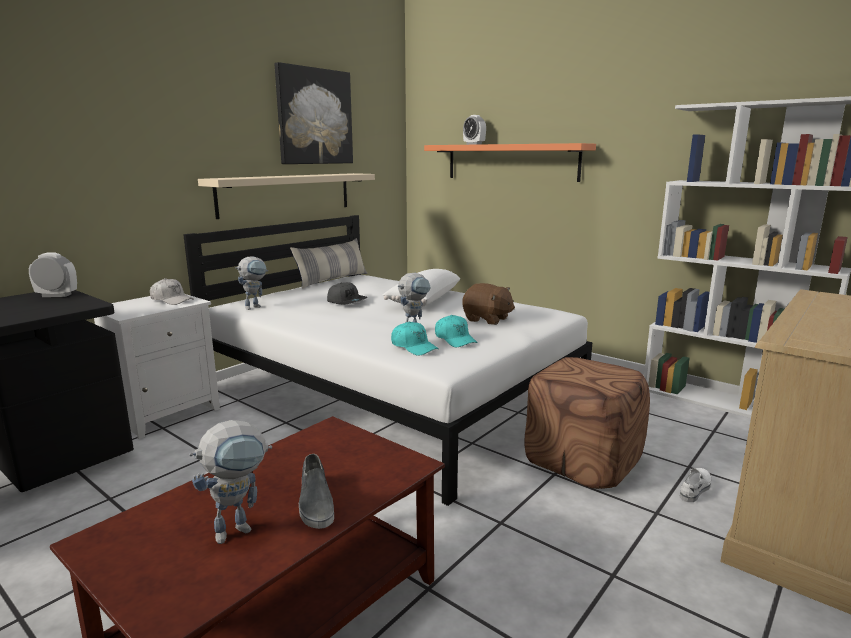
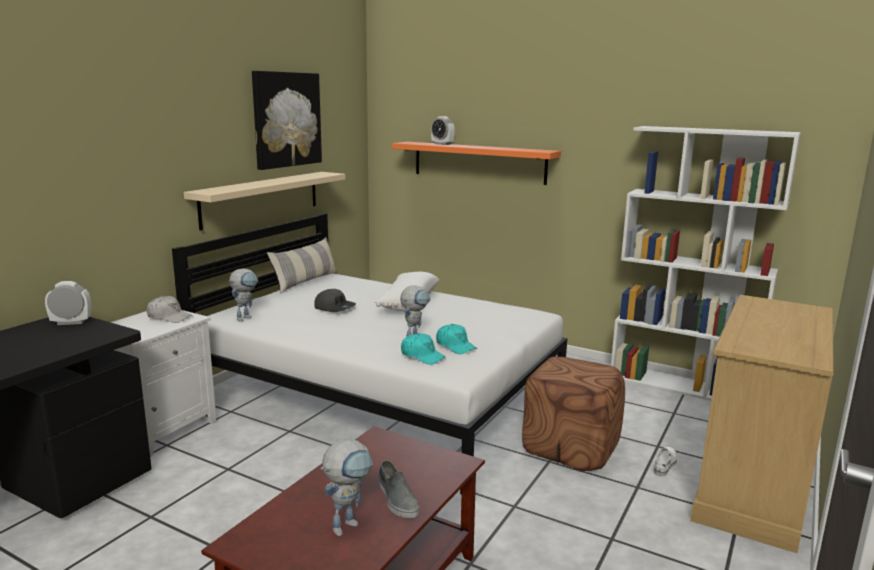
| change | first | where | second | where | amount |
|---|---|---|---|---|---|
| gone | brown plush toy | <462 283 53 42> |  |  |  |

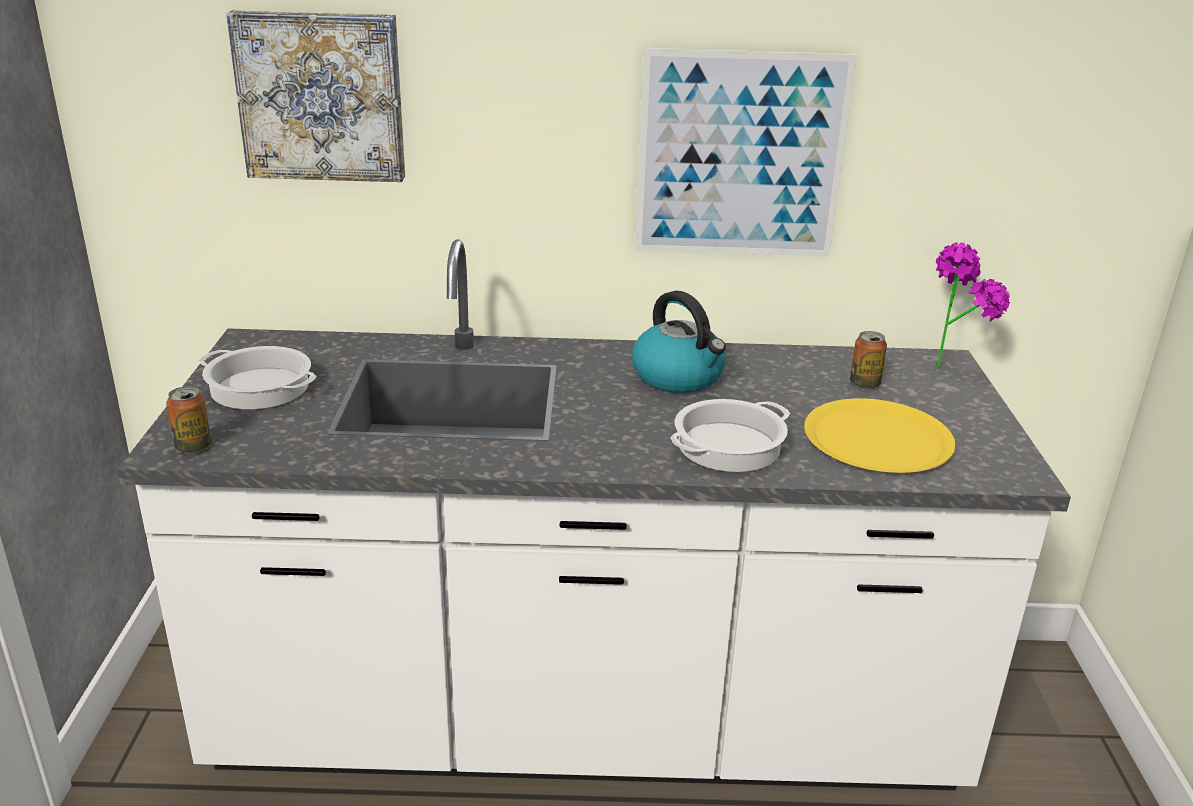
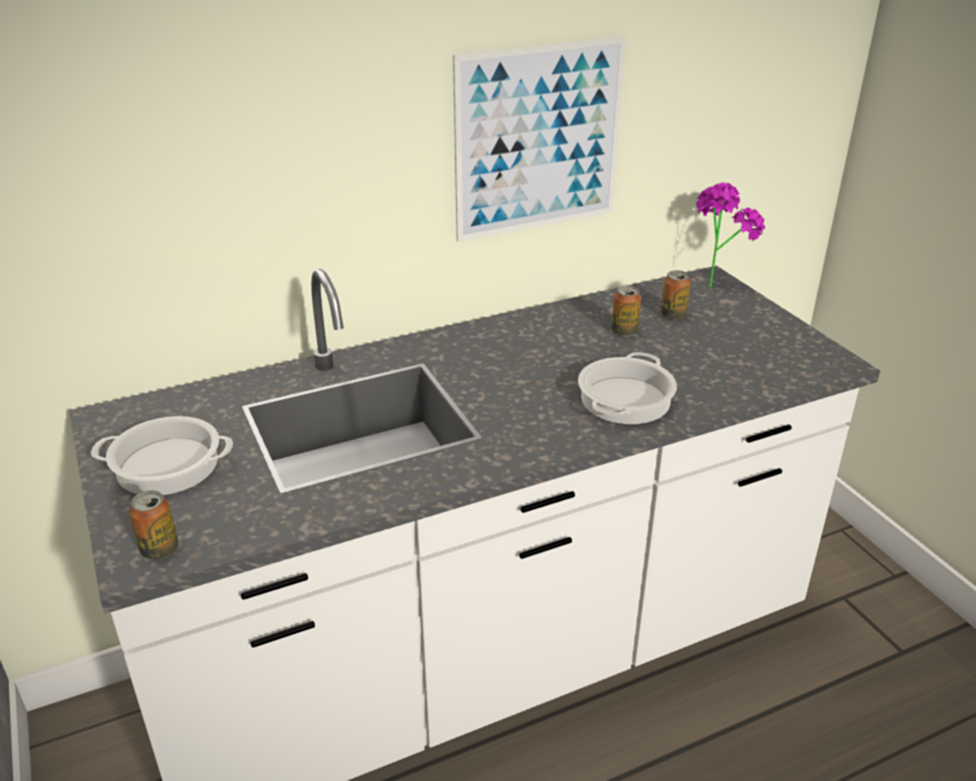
| change | first | where | second | where | amount |
|---|---|---|---|---|---|
| gone | picture | <226 10 179 172> |  |  |  |
| gone | kettle | <632 291 94 102> |  |  |  |
| gone | yellow plate | <804 398 152 75> |  |  |  |
| new |  |  | can | <612 285 29 51> |  |

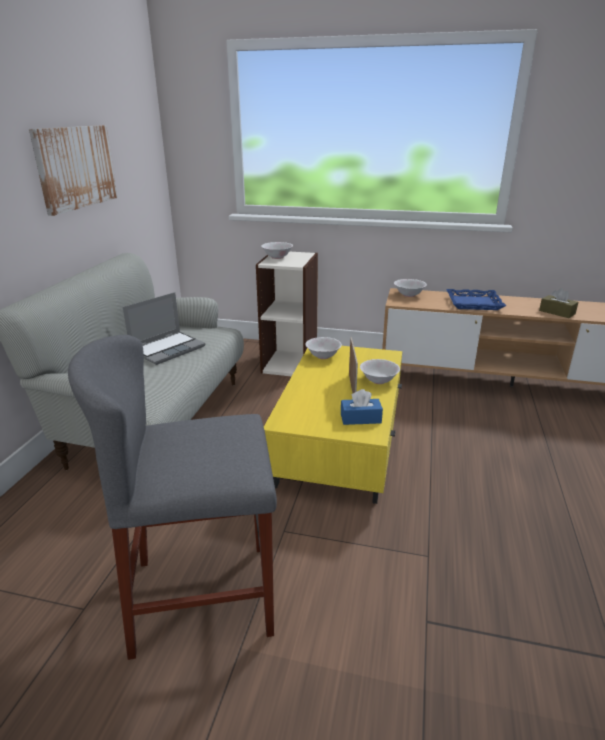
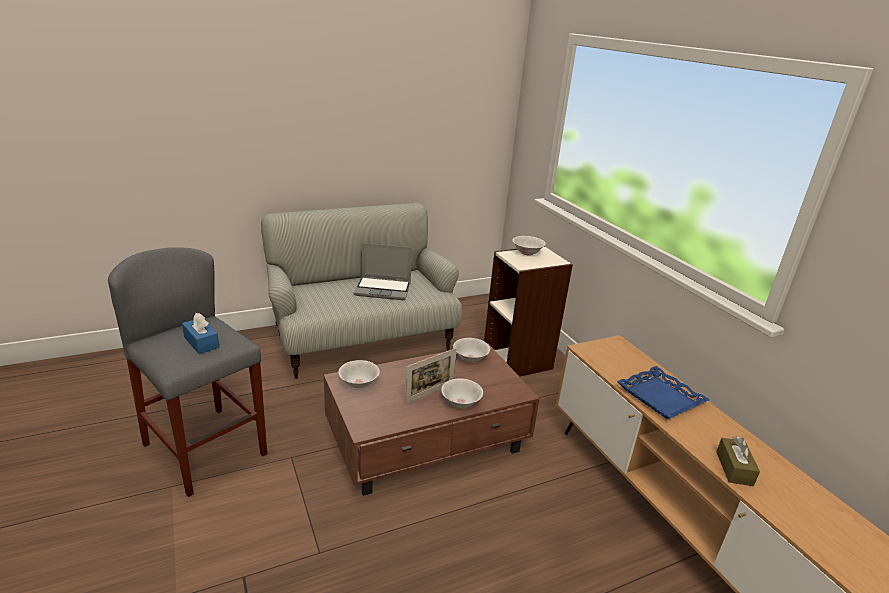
| change | first | where | second | where | amount |
|---|---|---|---|---|---|
| gone | picture | <29 125 89 91> |  |  |  |
| shifted | blue tissue box | <341 389 42 36> |  | <182 313 37 41> |  |
| shifted | white bowl | <394 279 33 18> |  | <338 360 42 28> |  |
| repainted | yellow coffee table | <264 346 138 158> | brown coffee table | <324 344 216 152> |  |

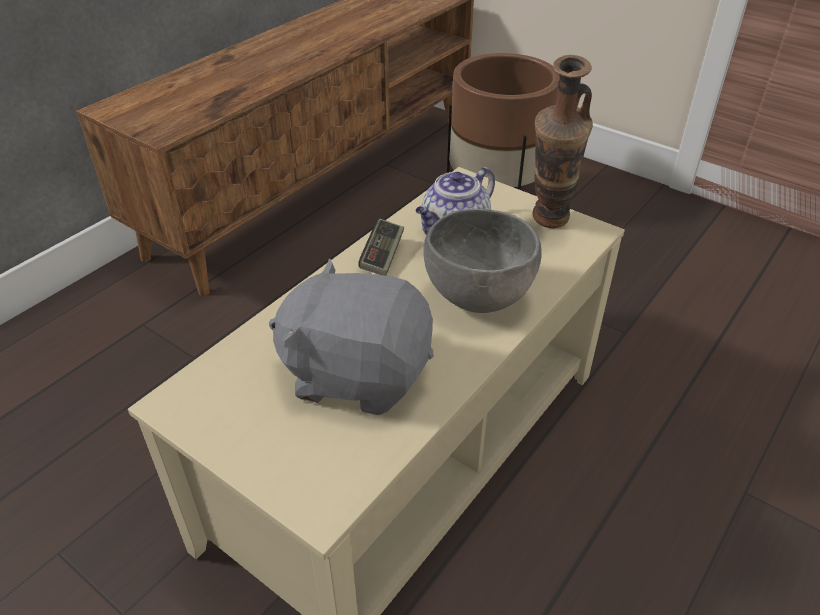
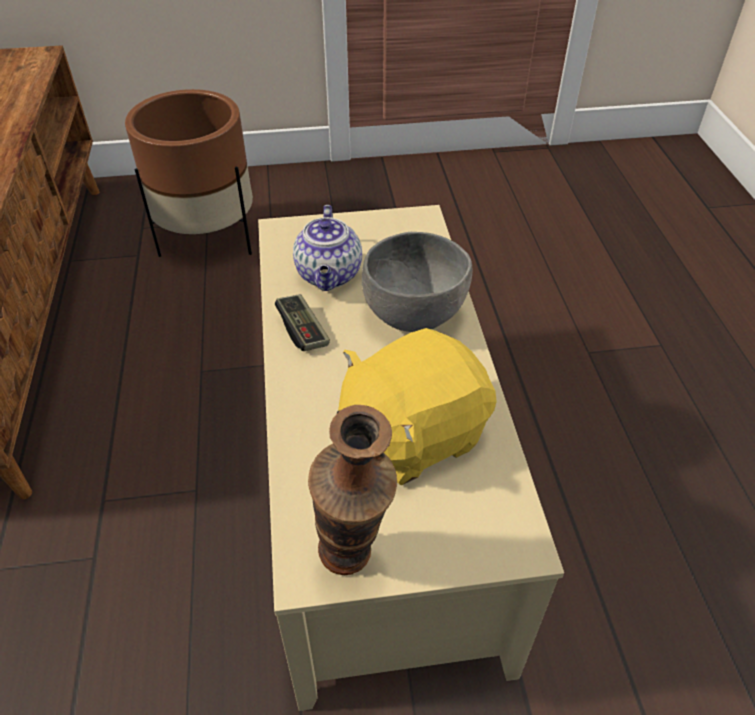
| change | first | where | second | where | amount |
|---|---|---|---|---|---|
| shifted | vase | <533 55 60 173> |  | <308 405 89 170> |  |
| repainted | grey plush toy | <269 259 164 156> | yellow plush toy | <337 328 160 157> |  |

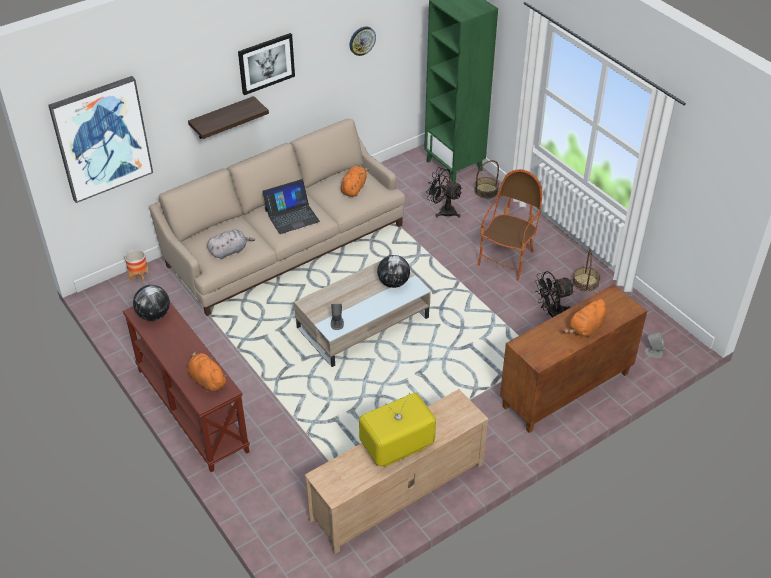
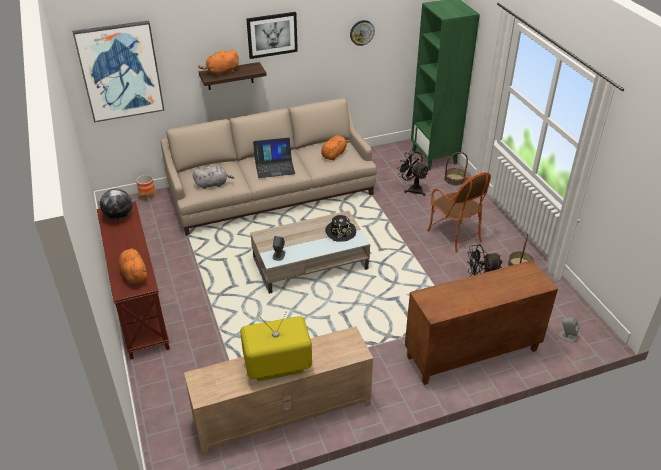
| change | first | where | second | where | amount |
|---|---|---|---|---|---|
| shifted | orange plush toy | <562 299 45 39> |  | <198 50 41 26> |  |
| swapped | globe | <377 255 33 33> | black hat | <325 215 31 27> |  |
| rotated | armchair | <478 169 64 112> |  | <427 172 64 81> | 105 degrees clockwise |

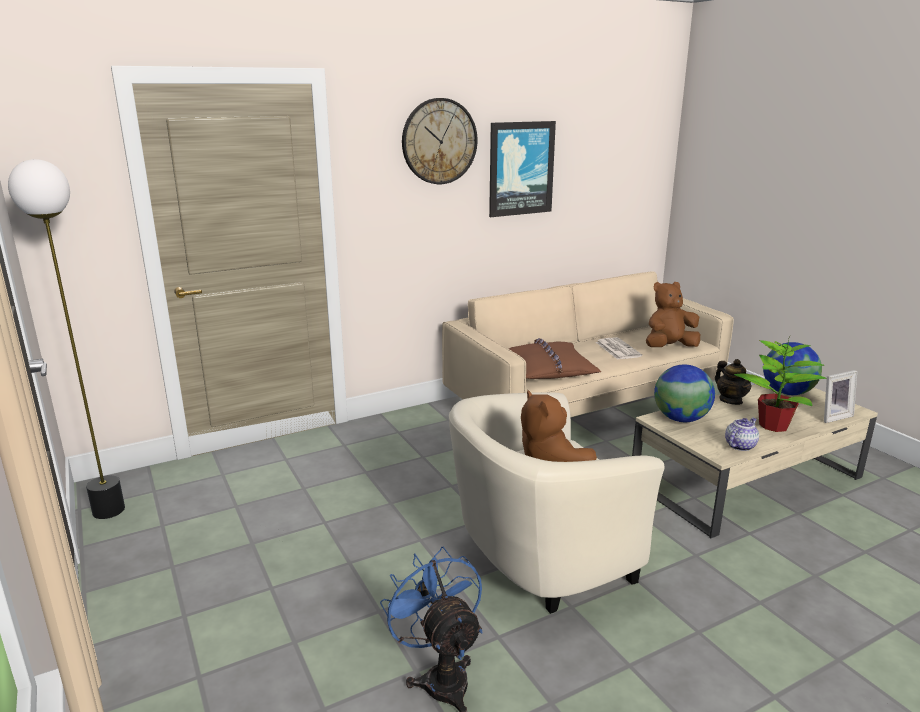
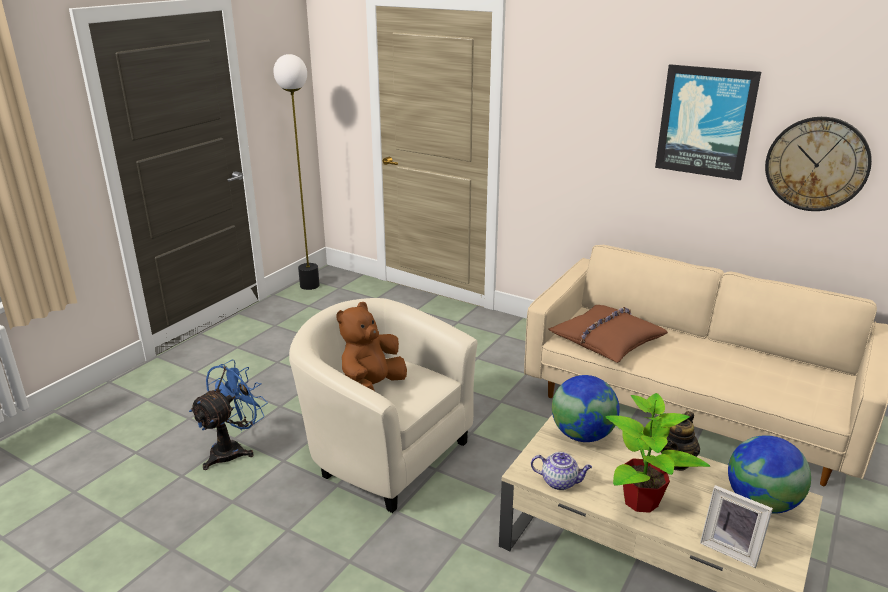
| change | first | where | second | where | amount |
|---|---|---|---|---|---|
| gone | newspaper | <596 337 46 23> |  |  |  |
| gone | brown plush toy | <646 282 54 65> |  |  |  |
| shifted | wall clock | <402 98 75 86> |  | <765 117 107 94> |  |

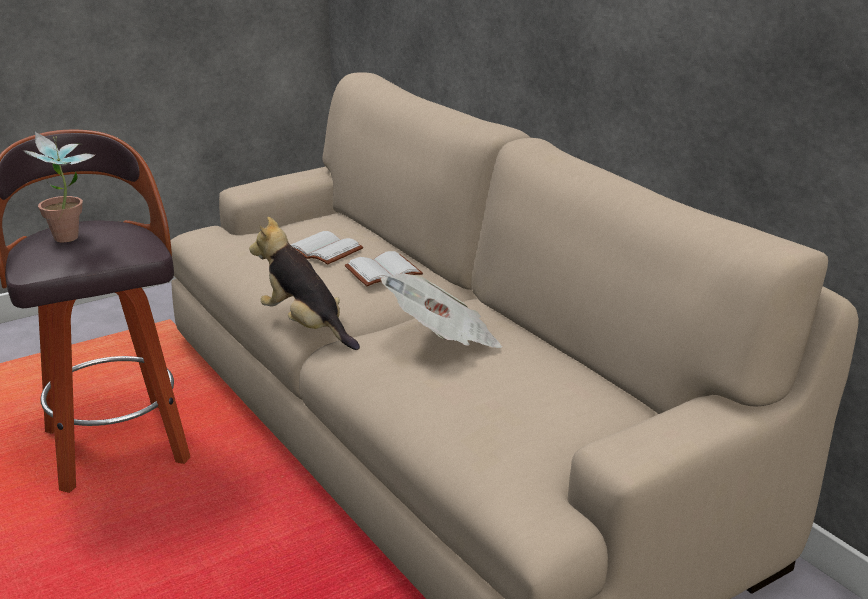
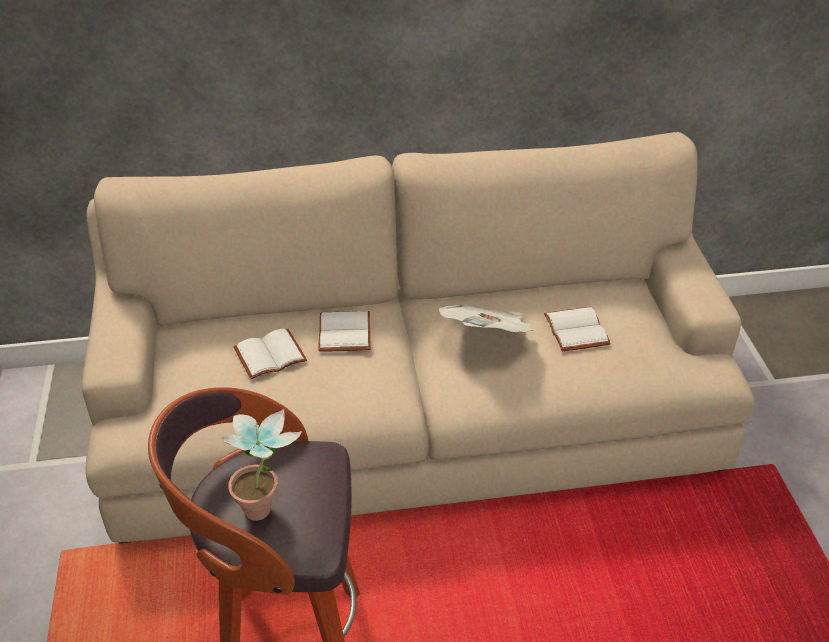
| change | first | where | second | where | amount |
|---|---|---|---|---|---|
| gone | plush toy | <249 217 111 133> |  |  |  |
| new |  |  | white book | <544 307 67 44> |  |

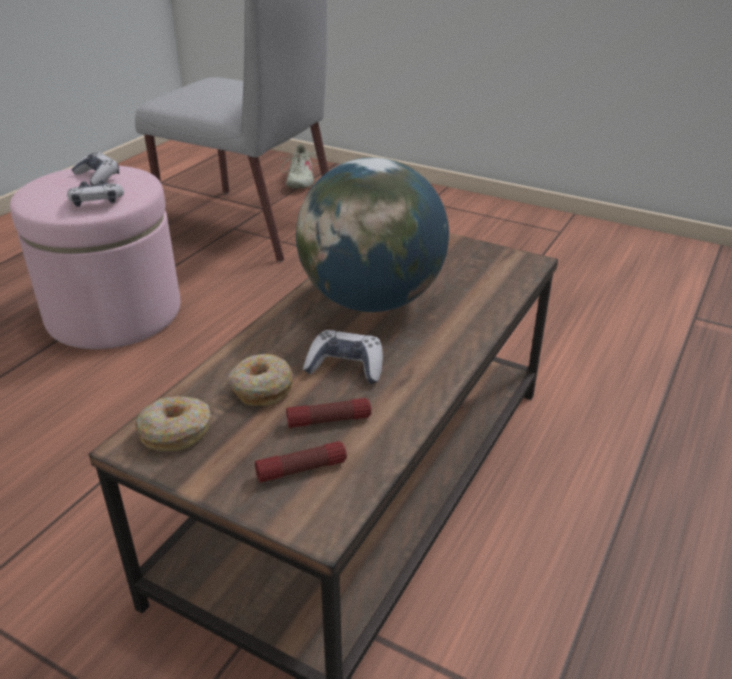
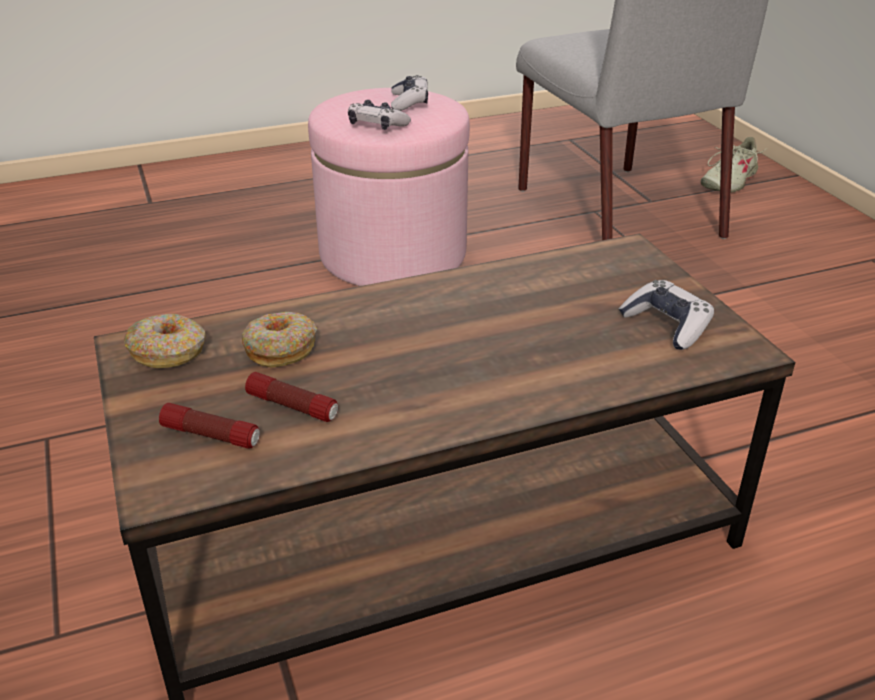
| change | first | where | second | where | amount |
|---|---|---|---|---|---|
| gone | globe | <296 157 153 155> |  |  |  |
| shifted | game controller | <303 330 80 54> |  | <619 280 95 70> |  |

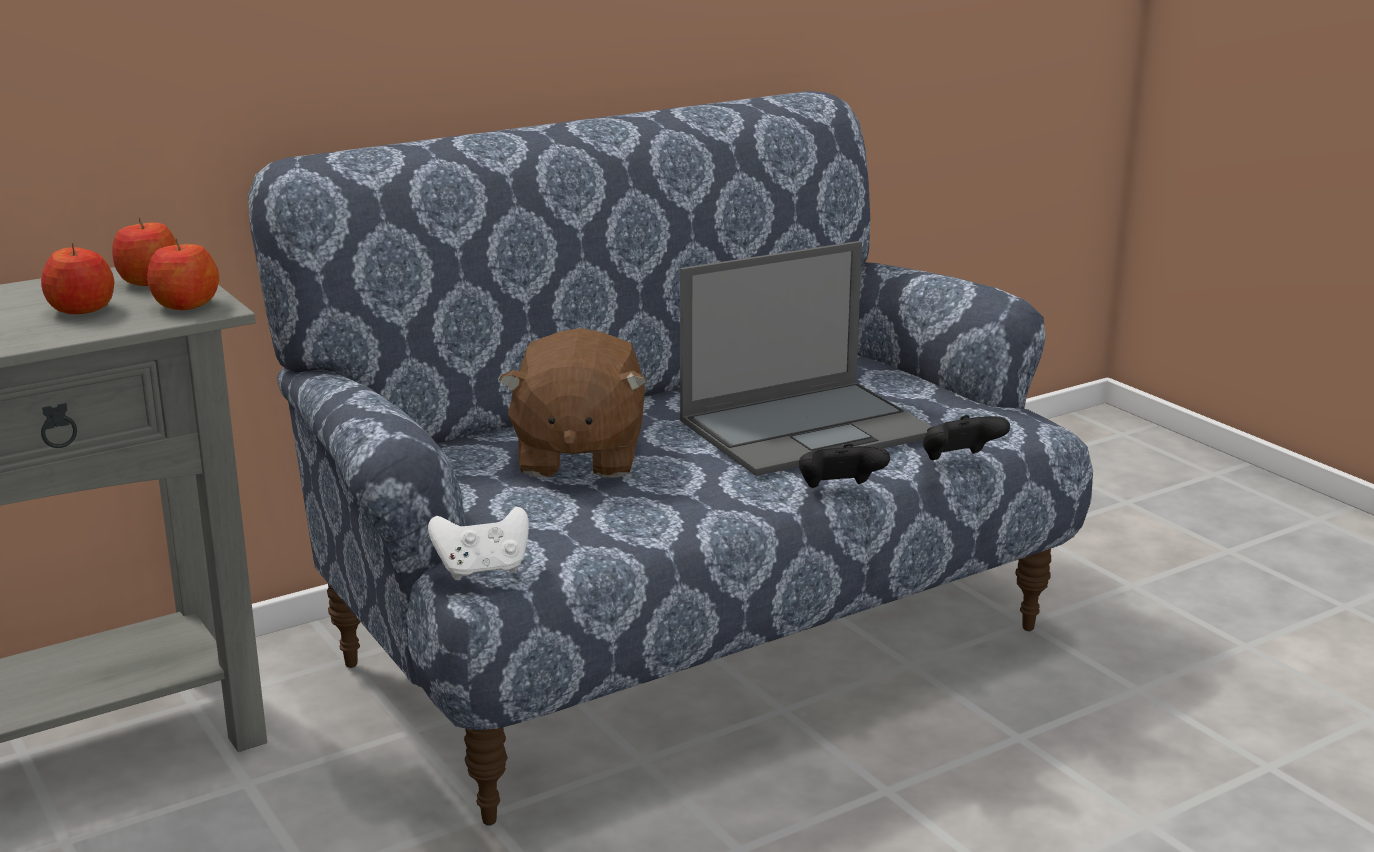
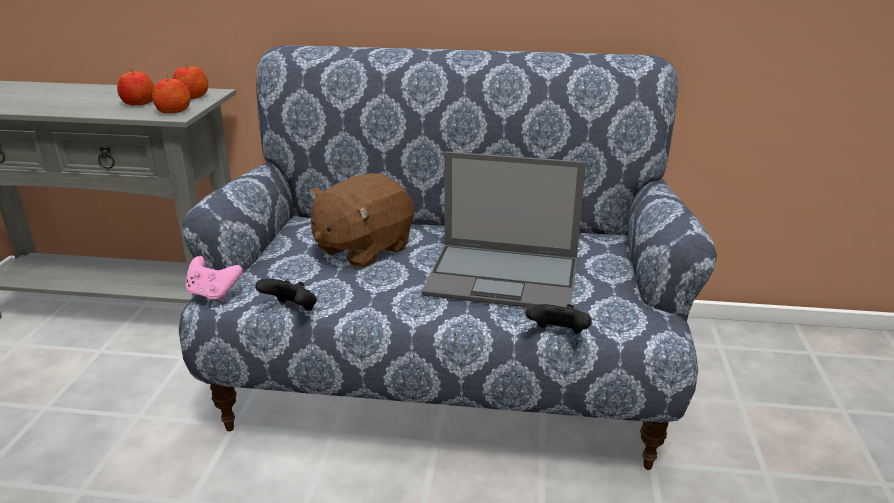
| change | first | where | second | where | amount |
|---|---|---|---|---|---|
| shifted | black game controller | <799 443 91 45> |  | <255 279 62 32> |  |
| repainted | white game controller | <428 507 101 73> | pink game controller | <186 256 56 46> |  |

